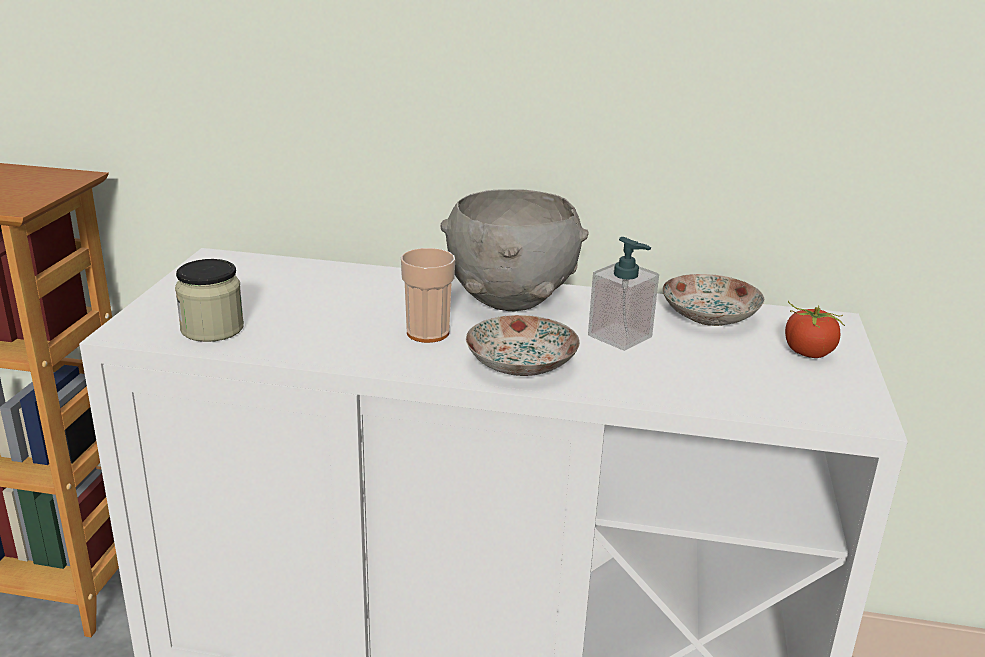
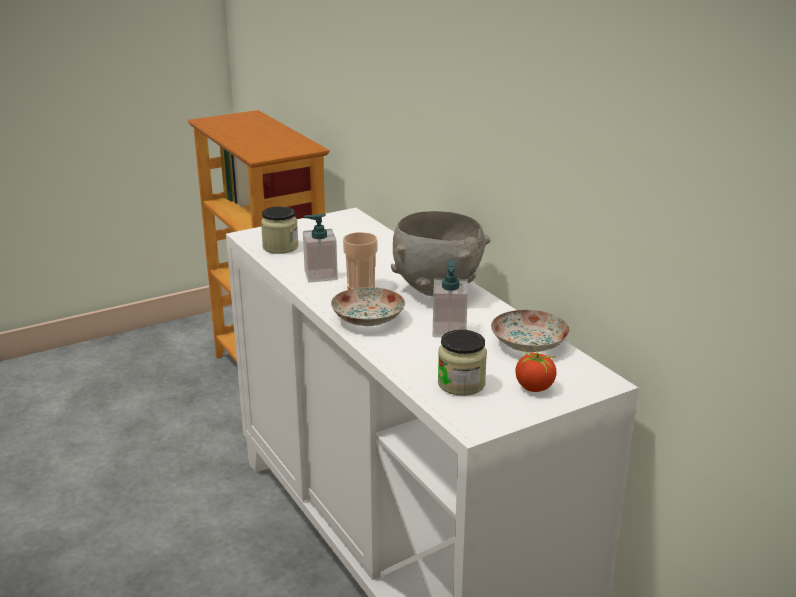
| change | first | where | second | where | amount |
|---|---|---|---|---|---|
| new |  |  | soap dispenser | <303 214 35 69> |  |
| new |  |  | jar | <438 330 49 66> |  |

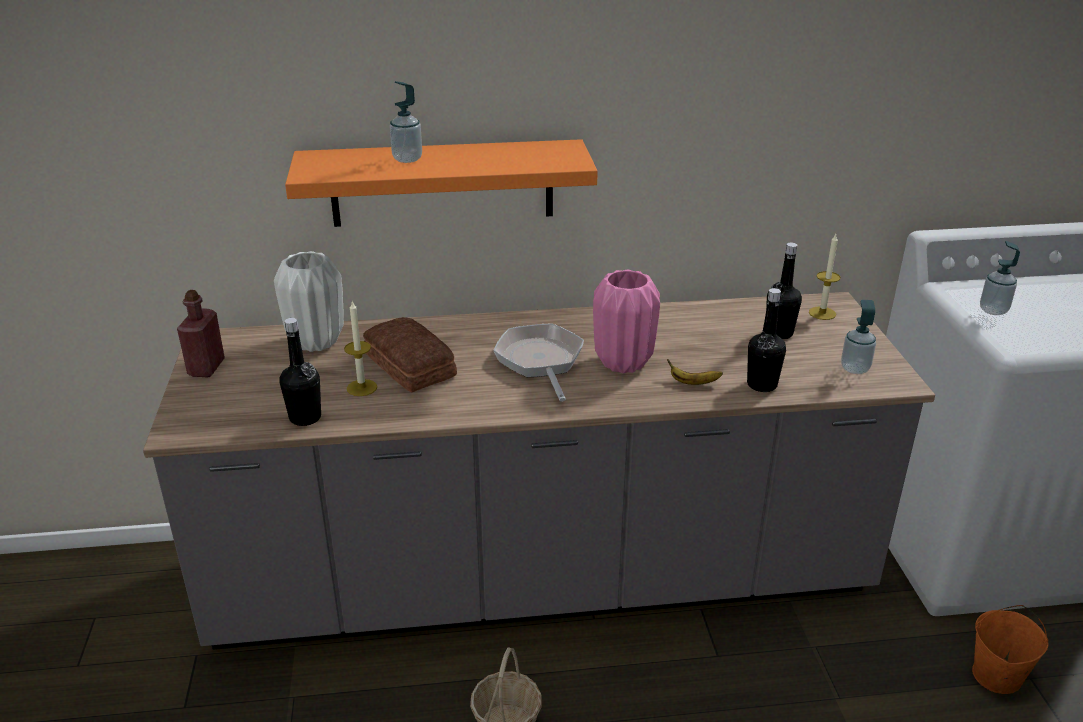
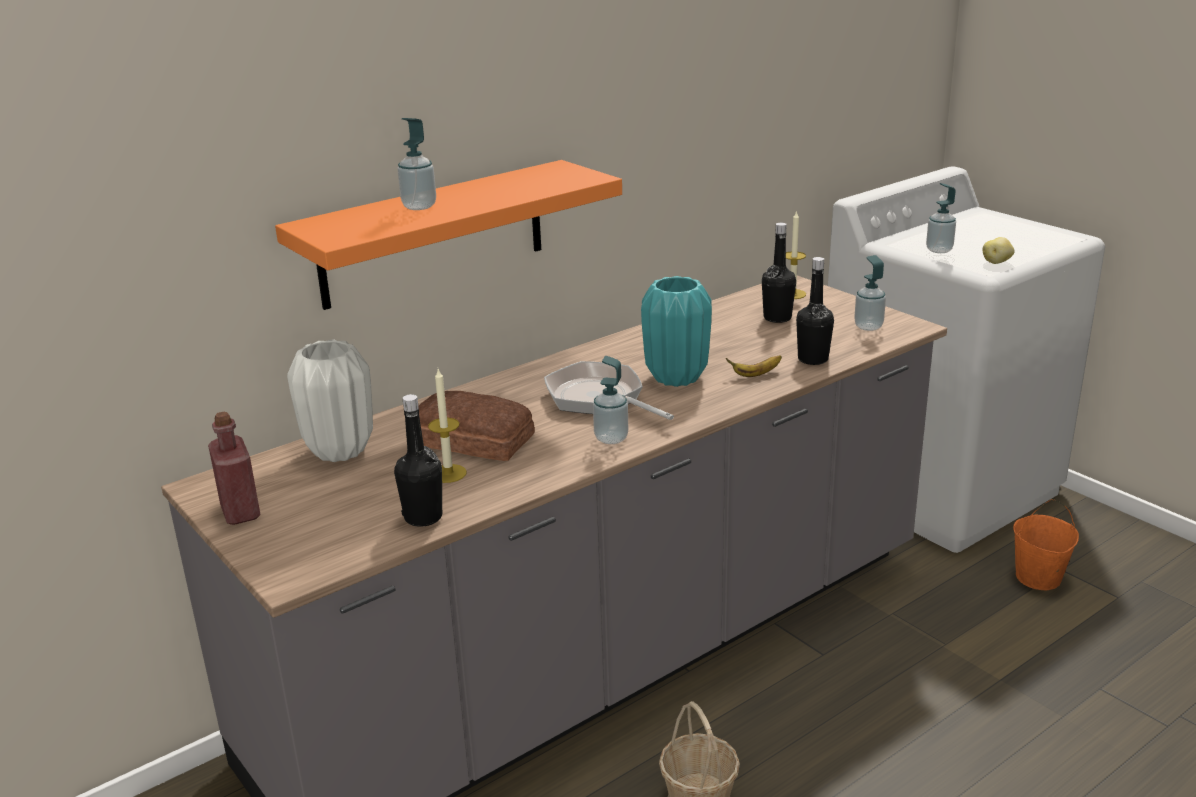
| change | first | where | second | where | amount |
|---|---|---|---|---|---|
| new |  |  | soap dispenser | <593 356 35 88> |  |
| new |  |  | potato | <983 237 32 27> |  |
| repainted | pink vase | <593 269 67 104> | turquoise vase | <641 276 71 111> |  |

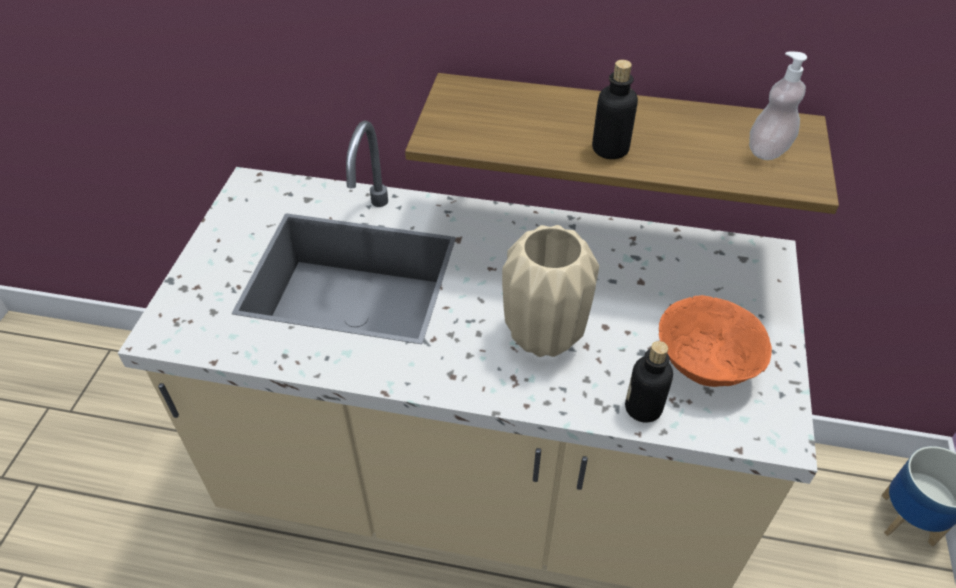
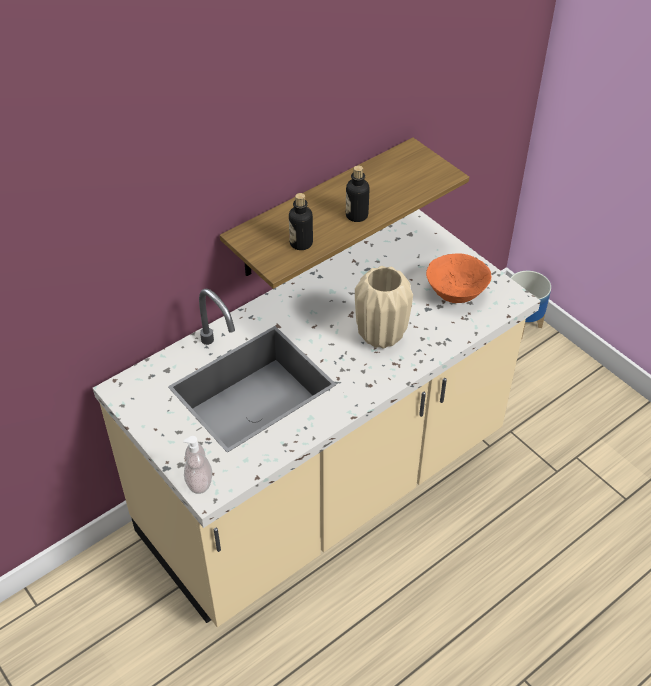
| change | first | where | second | where | amount |
|---|---|---|---|---|---|
| shifted | bottle | <625 341 48 81> |  | <289 193 24 57> |  |
| shifted | soap dispenser | <749 51 58 109> |  | <183 436 29 58> |  |

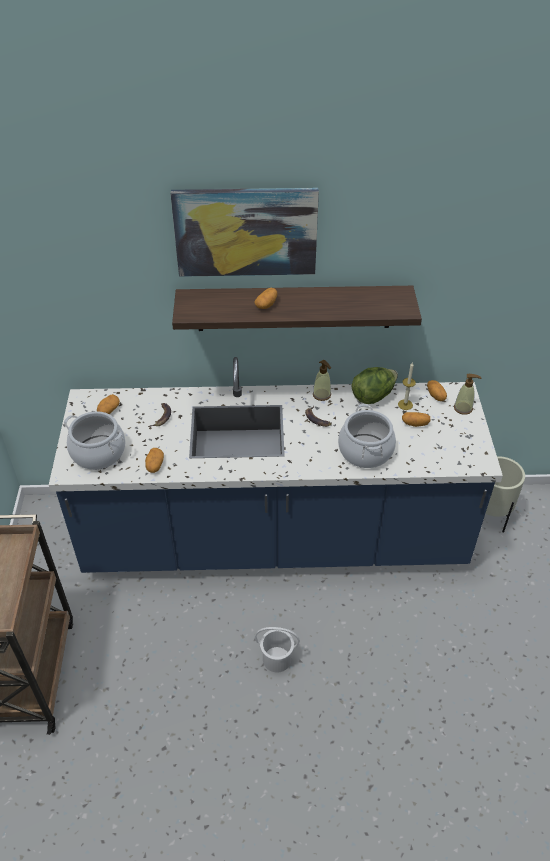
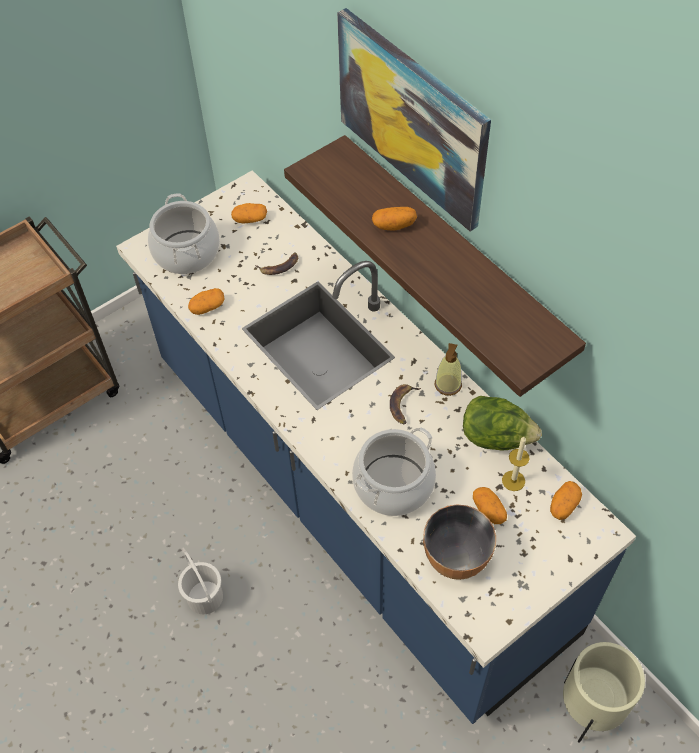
| change | first | where | second | where | amount |
|---|---|---|---|---|---|
| gone | soap dispenser | <454 374 27 41> |  |  |  |
| new |  |  | bowl | <423 505 73 75> |  |

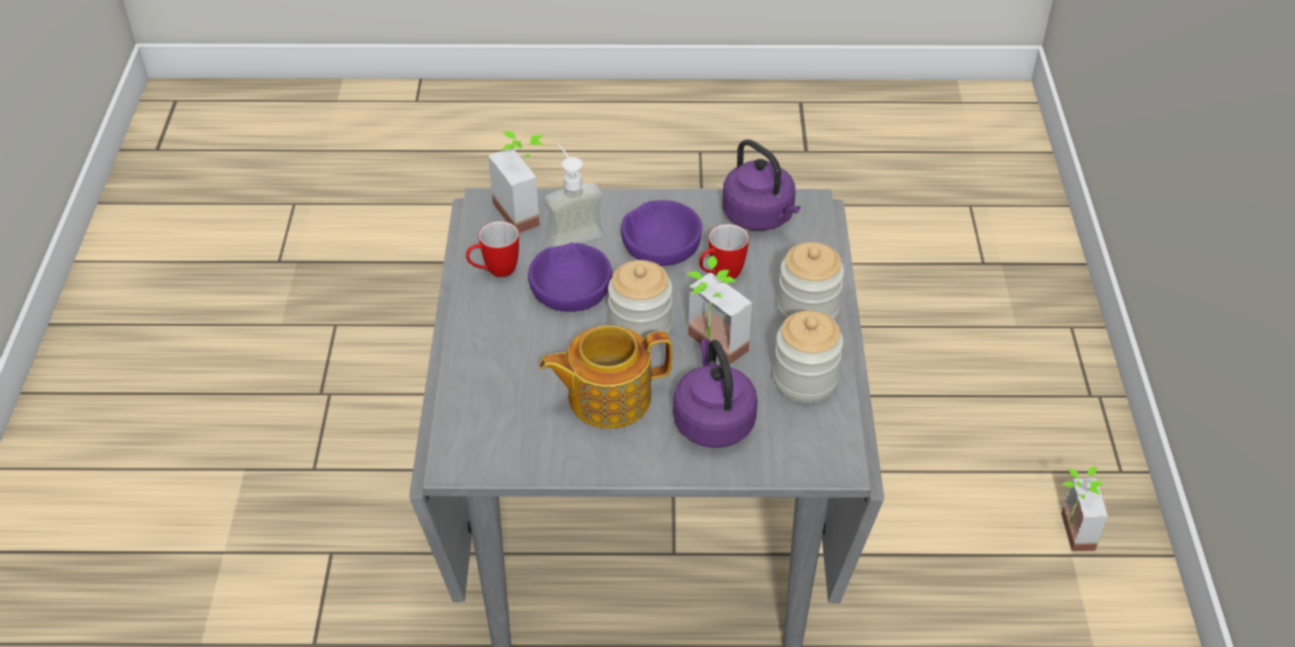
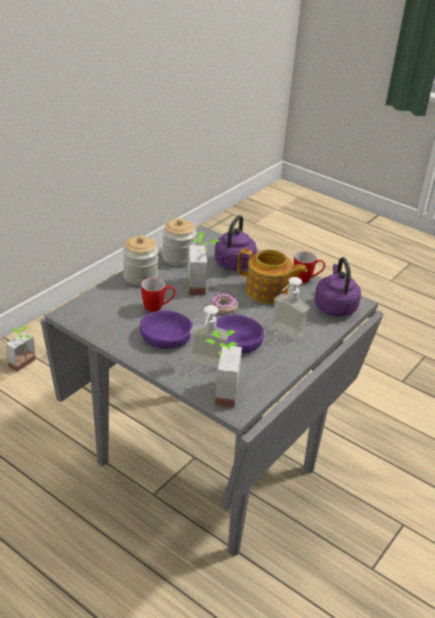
| change | first | where | second | where | amount |
|---|---|---|---|---|---|
| new |  |  | soap dispenser | <271 277 39 64> |  |
| shifted | mug | <466 221 53 56> |  | <294 251 31 32> |  |
| shifted | purple kettle | <722 139 78 92> |  | <314 257 47 60> |  |
| swapped | jar | <608 260 64 88> | donut | <210 293 28 21> |  |

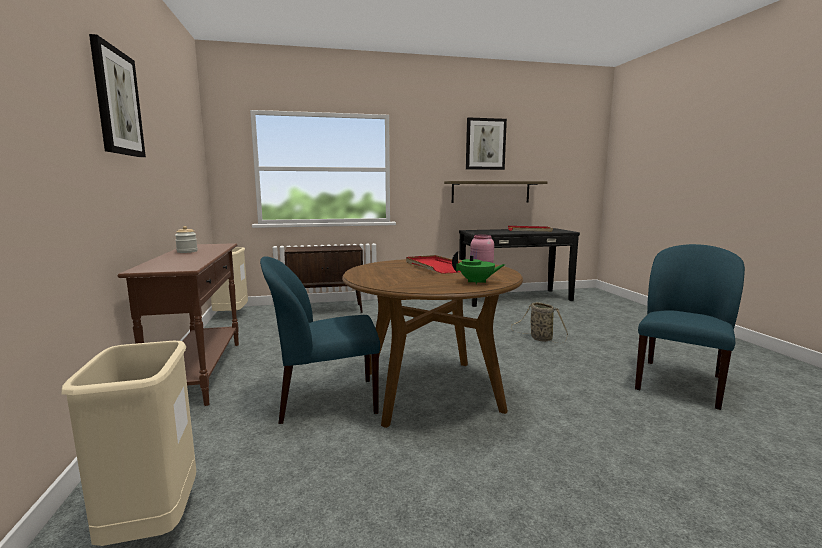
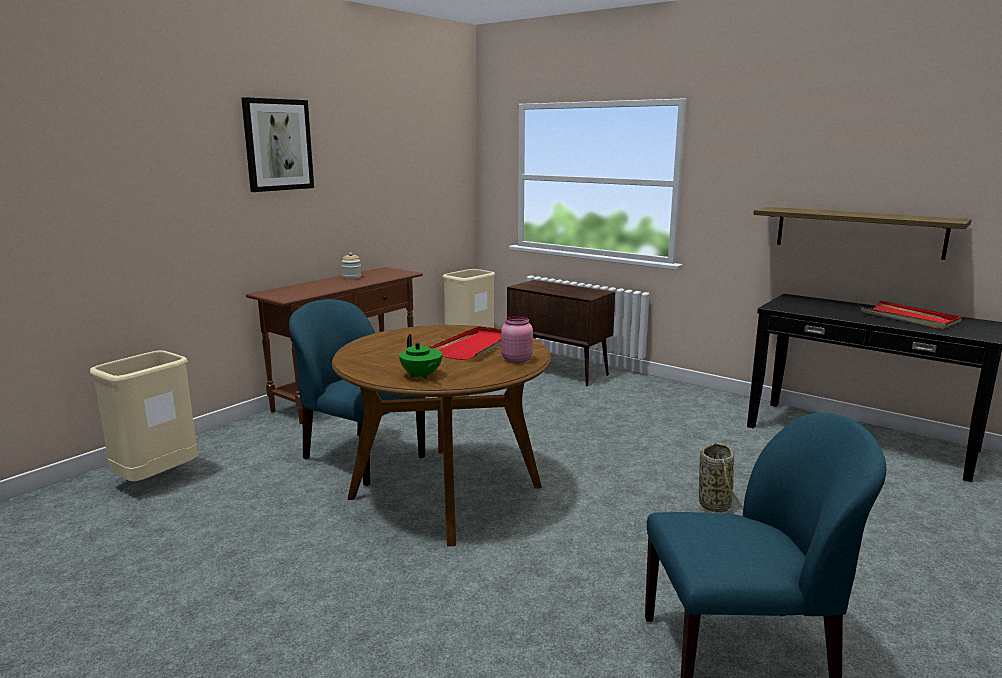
| change | first | where | second | where | amount |
|---|---|---|---|---|---|
| gone | picture | <466 117 41 53> |  |  |  |

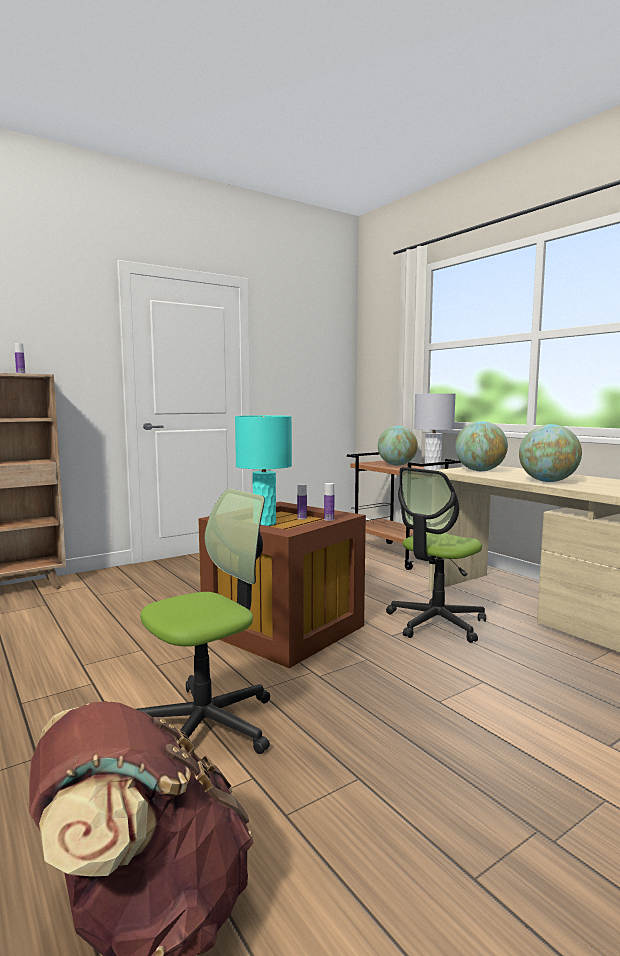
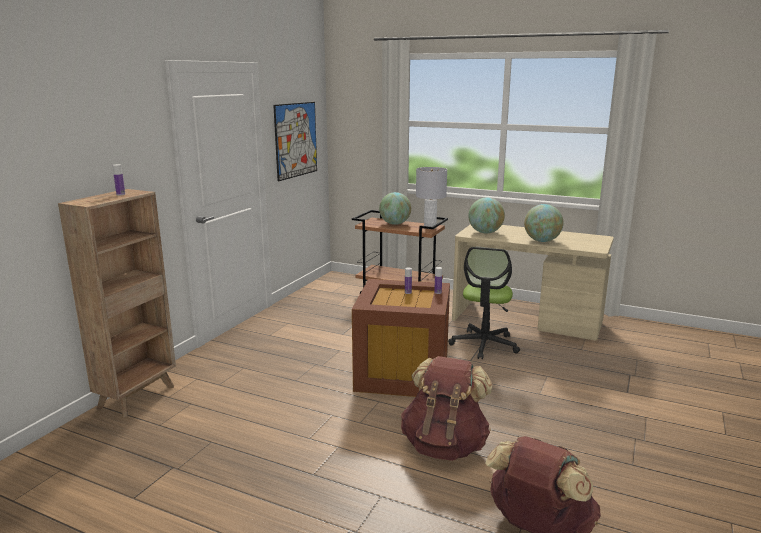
| change | first | where | second | where | amount |
|---|---|---|---|---|---|
| gone | turquoise table lamp | <235 415 57 111> |  |  |  |
| new |  |  | picture | <273 102 44 79> |  |
| swapped | office chair | <137 489 133 265> | brown backpack | <401 356 91 105> |  |

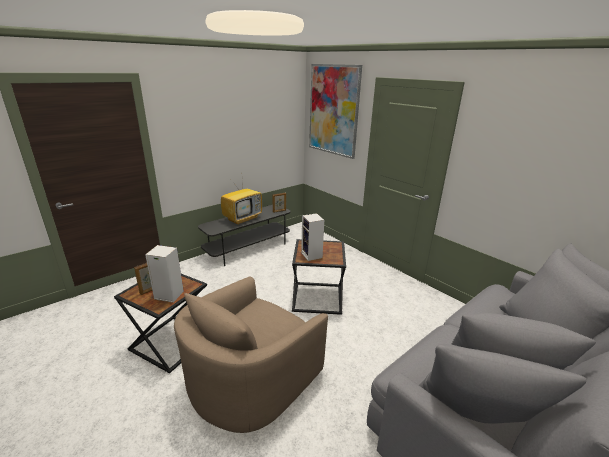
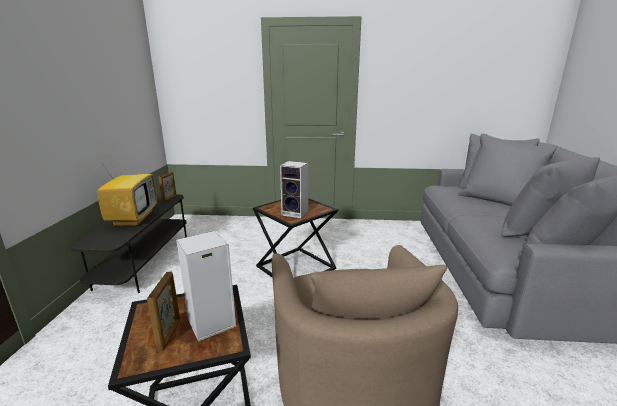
| change | first | where | second | where | amount |
|---|---|---|---|---|---|
| gone | picture | <309 64 53 95> |  |  |  |

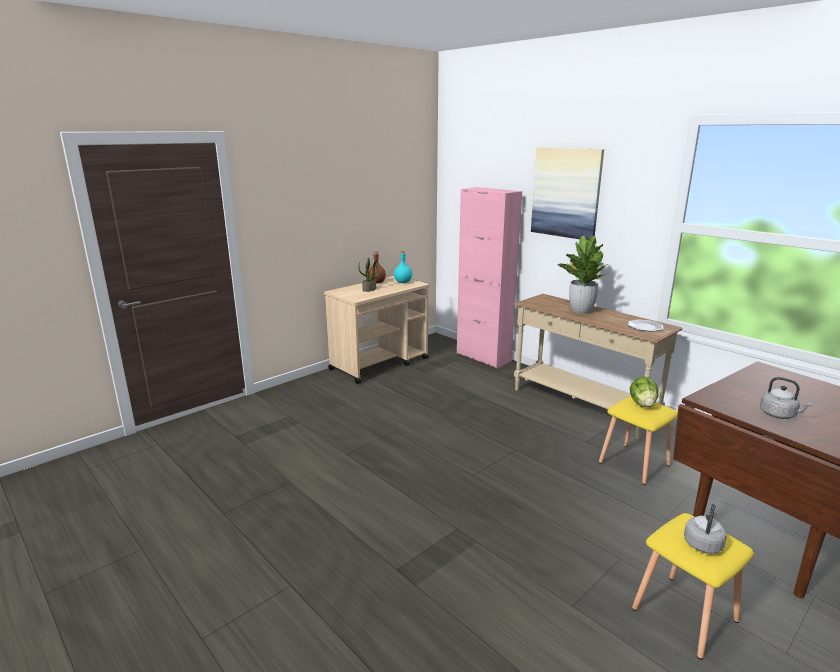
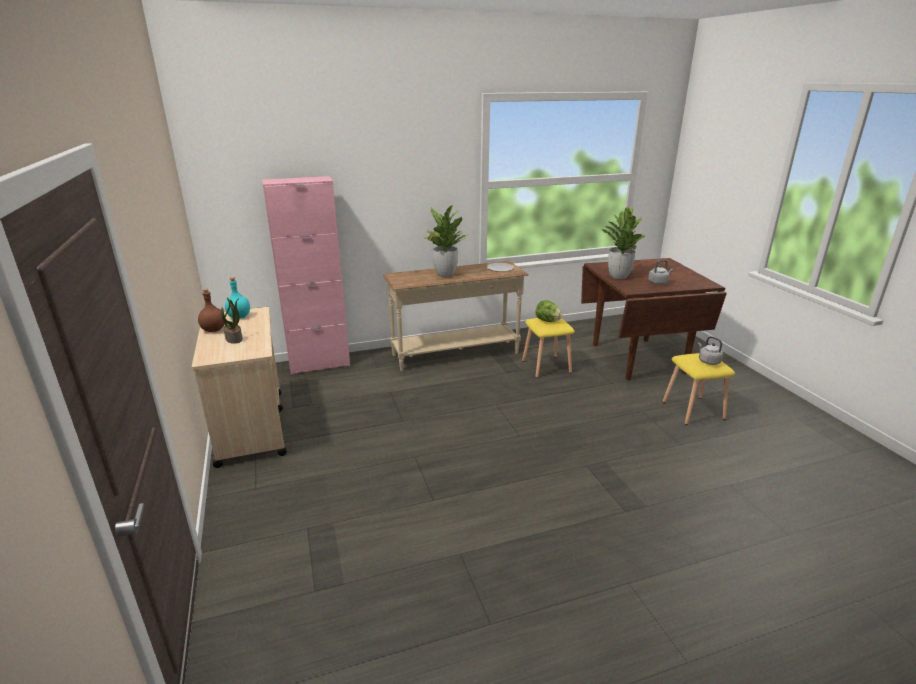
| change | first | where | second | where | amount |
|---|---|---|---|---|---|
| gone | picture | <531 147 73 94> |  |  |  |
| new |  |  | potted plant | <602 206 45 73> |  |

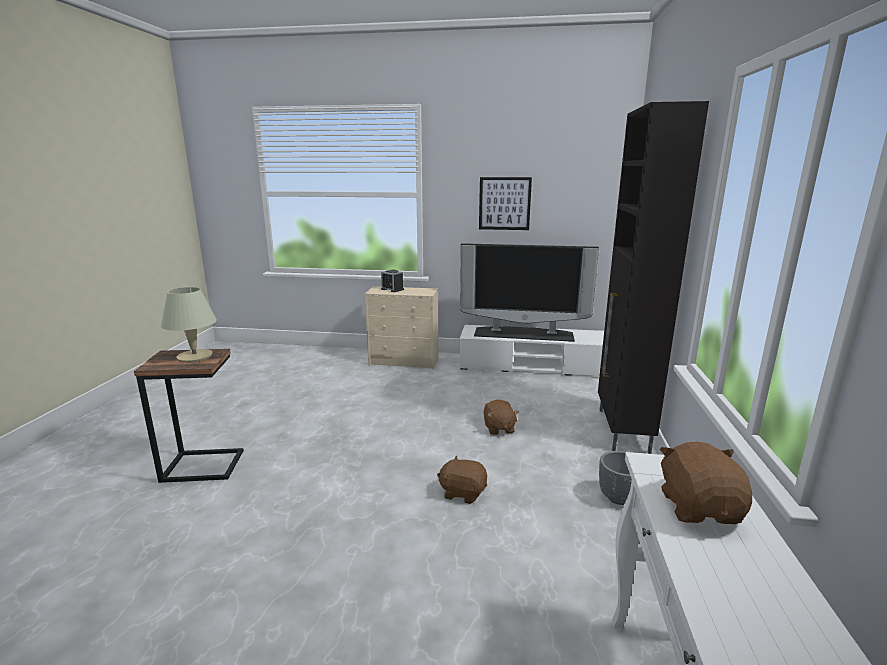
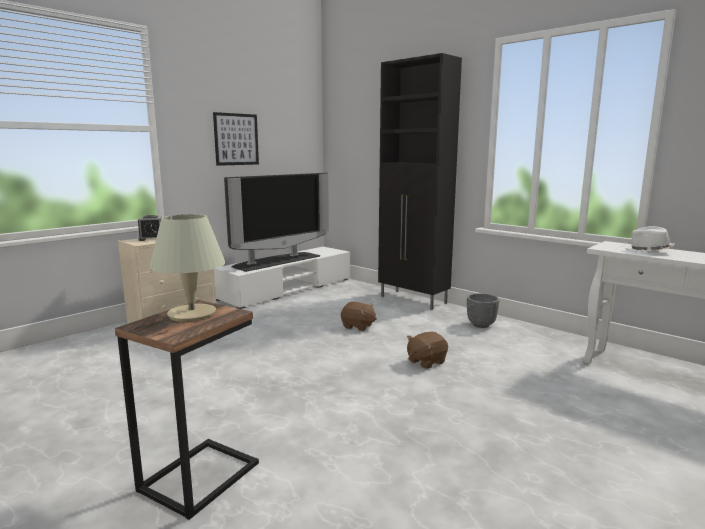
| change | first | where | second | where | amount |
|---|---|---|---|---|---|
| swapped | brown plush toy | <660 442 92 82> | white hat | <625 226 50 26> |  |

